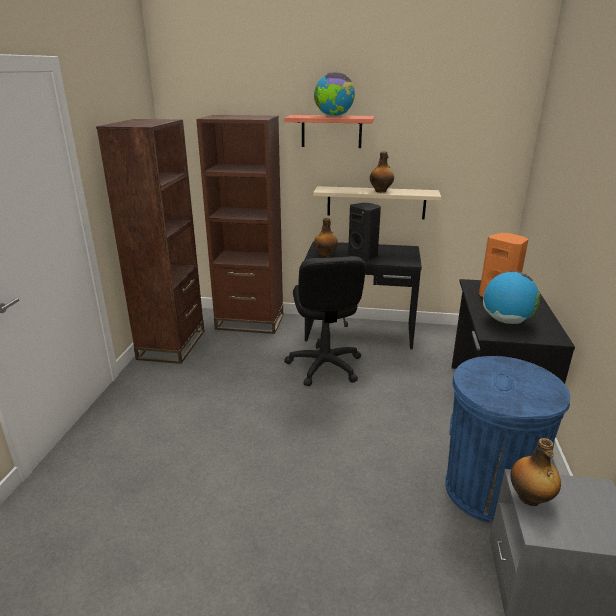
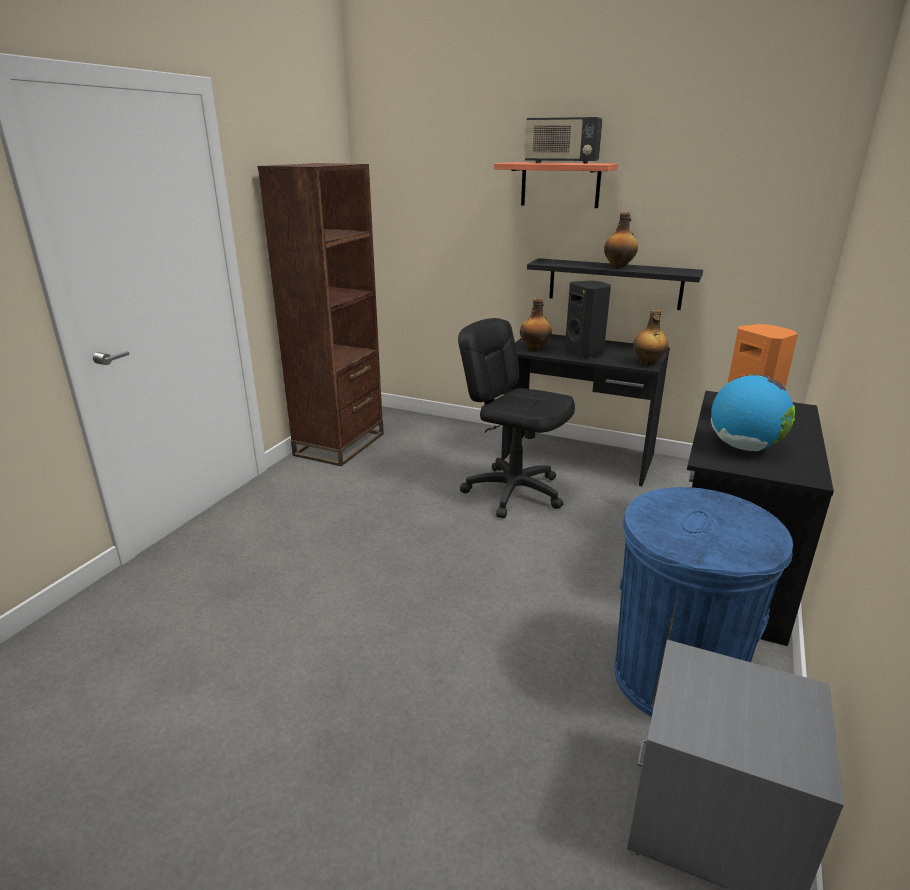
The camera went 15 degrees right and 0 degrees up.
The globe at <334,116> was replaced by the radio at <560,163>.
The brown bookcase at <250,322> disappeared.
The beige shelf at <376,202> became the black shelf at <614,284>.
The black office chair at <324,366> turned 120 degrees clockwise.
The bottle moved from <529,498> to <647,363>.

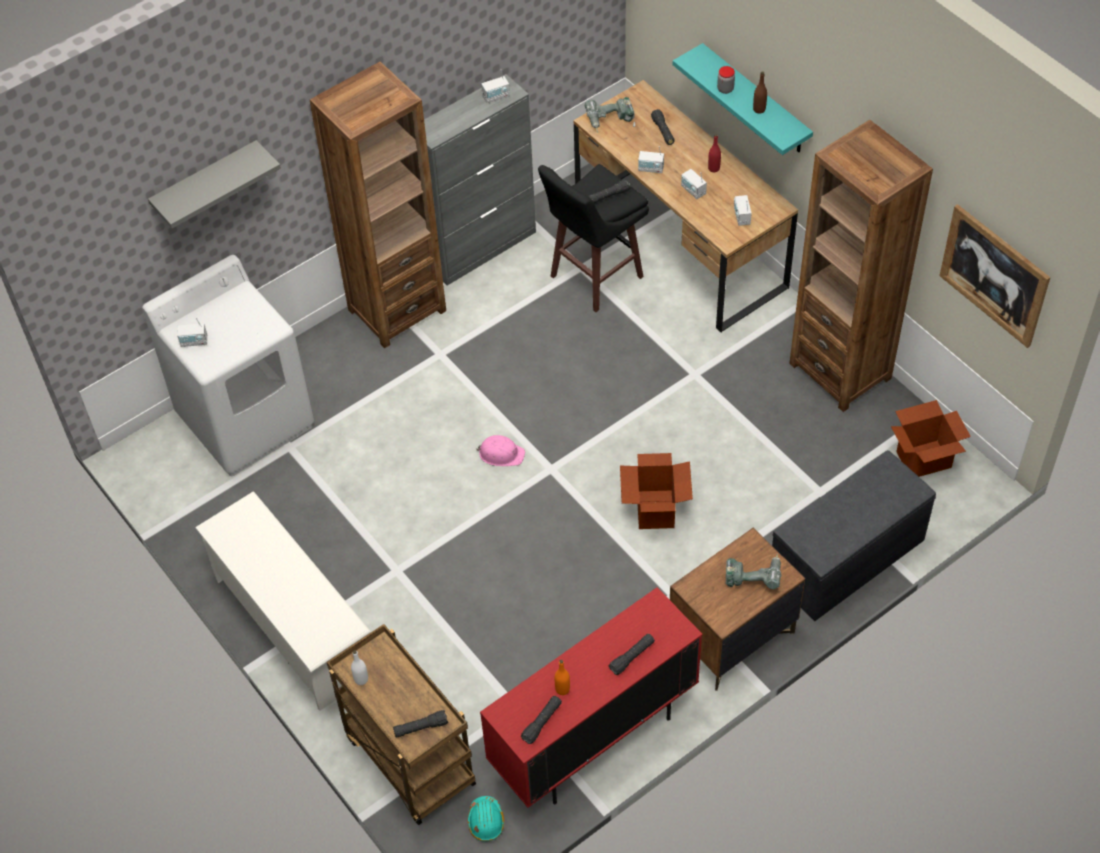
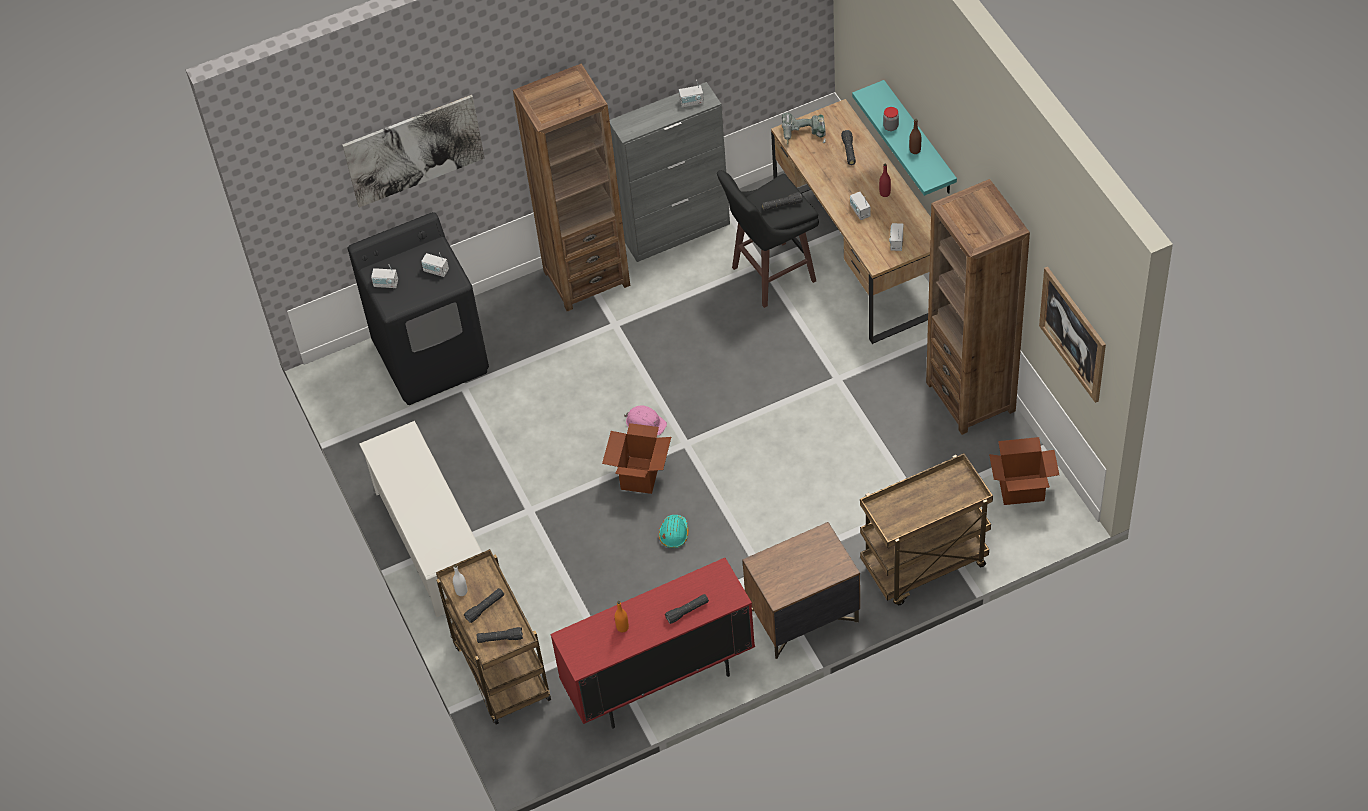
The camera went 15 degrees right and 0 degrees up.
The grey shelf at <206,183> was replaced by the picture at <414,150>.
The radio moved from <651,169> to <436,271>.
The white washing machine at <246,420> became the black washing machine at <432,357>.
The grey bench at <846,559> was replaced by the brown cart at <924,566>.
The cardboard box moved from <655,509> to <640,475>.
The power drill at <753,576> disappeared.
The black flashlight moved from <542,722> to <485,608>.
The turquoise hard hat moved from <486,821> to <674,534>.

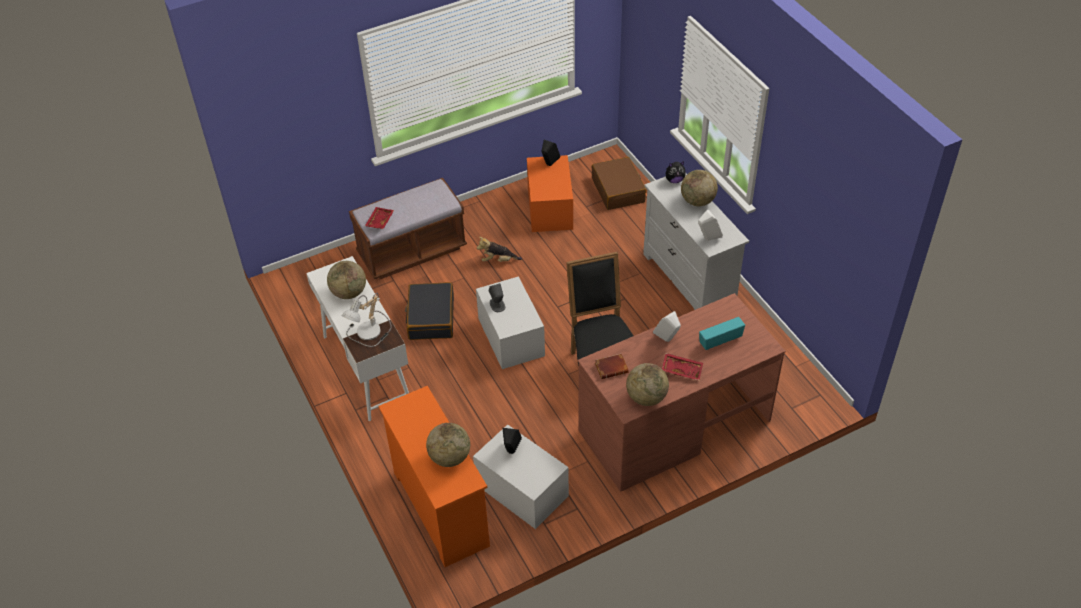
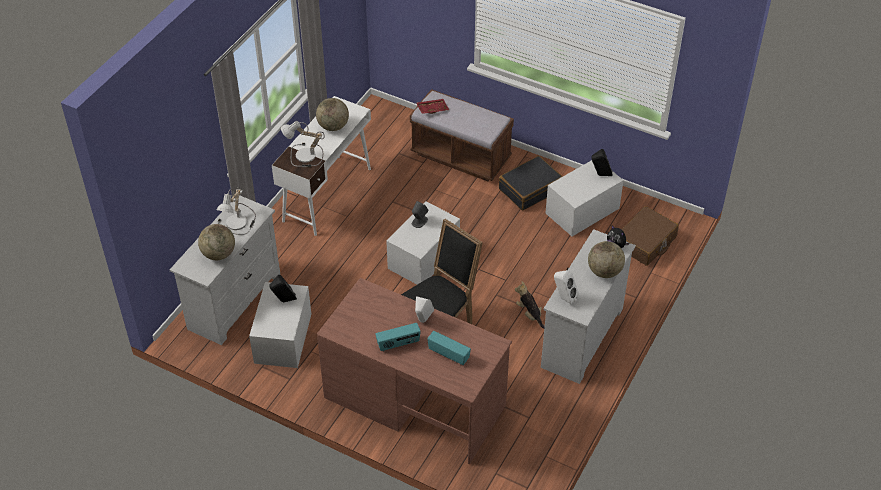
The camera went 55 degrees right and 0 degrees up.
The orange storage box at <550,208> became the white storage box at <582,210>.
The plush toy moved from <498,260> to <530,314>.
The black suitcase moved from <431,318> to <530,189>.
The red tray at <682,369> was replaced by the radio at <398,344>.
The brown book at <612,367> disappeared.
The globe at <646,397> disappeared.
The orange dresser at <440,508> became the white dresser at <235,300>.
The table lamp at <238,224> appeared.

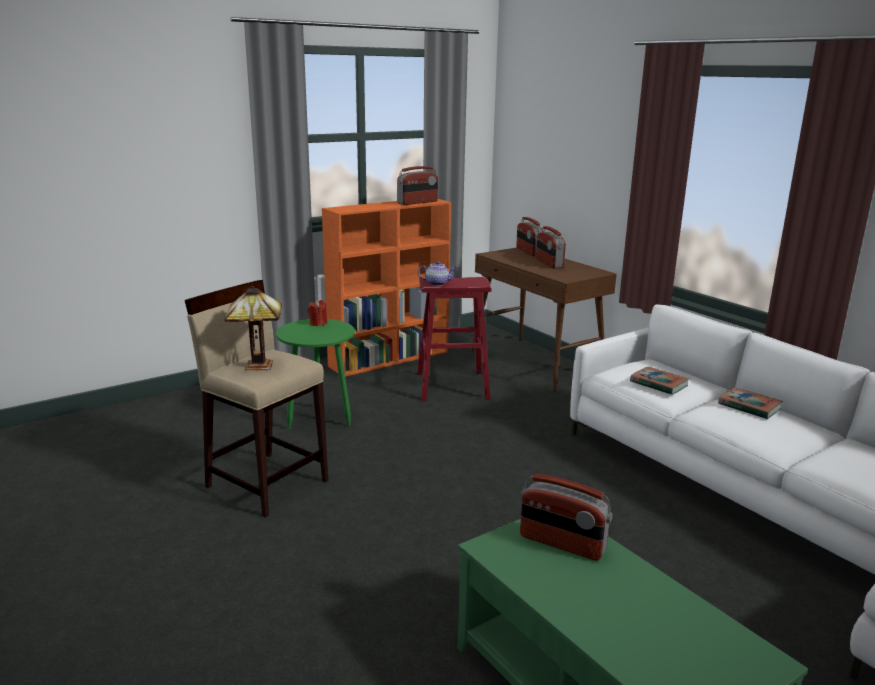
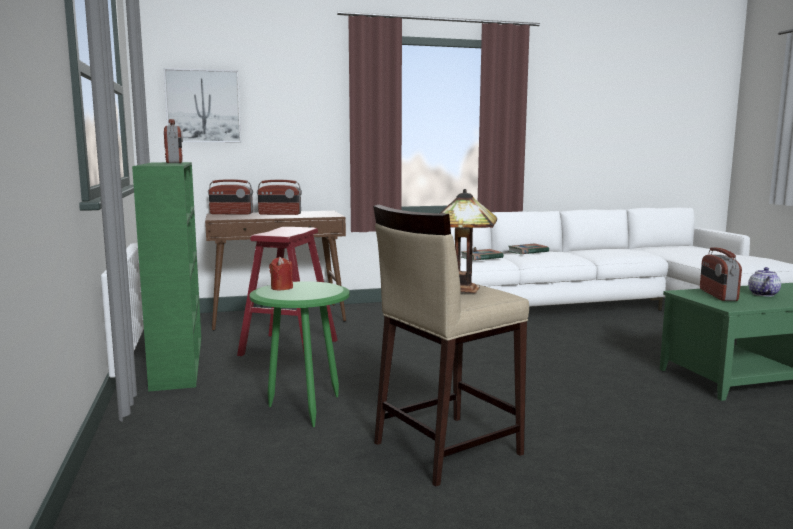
The camera went 70 degrees left and 10 degrees down.
The orange bookcase at <390,358> became the green bookcase at <177,361>.
The teapot moved from <437,283> to <762,294>.
The radio at <562,544> turned 135 degrees clockwise.
The picture at <203,106> appeared.

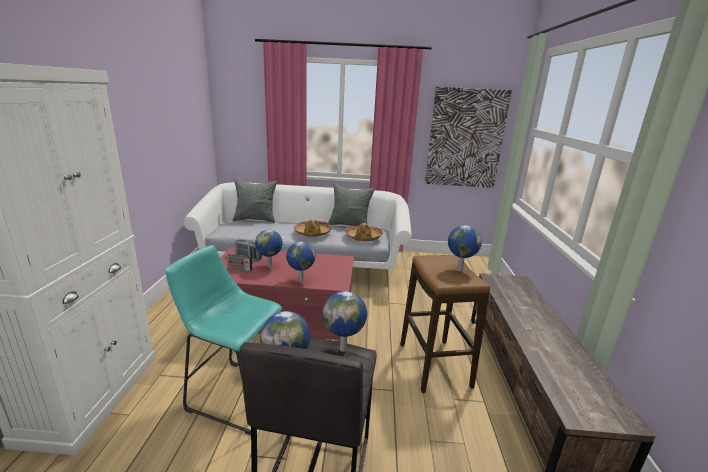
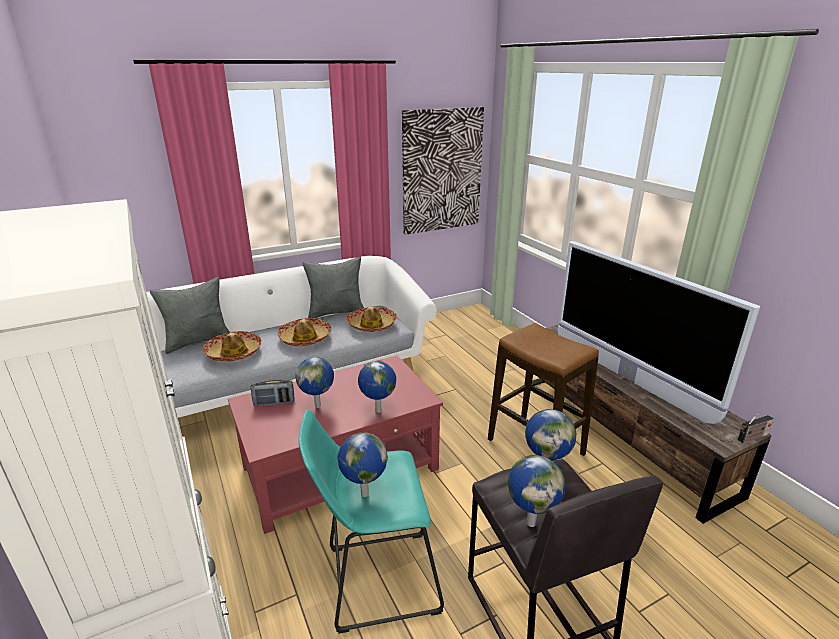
The camera went 30 degrees left and 5 degrees up.
The globe moved from <459,269> to <363,494>.
The radio moved from <238,269> to <751,438>.
The television at <627,378> appeared.
The hat at <234,353> appeared.

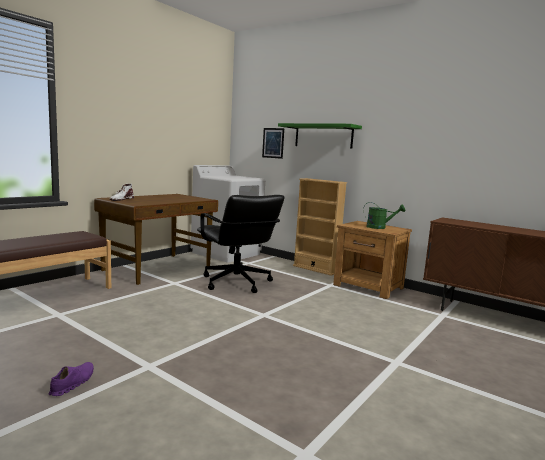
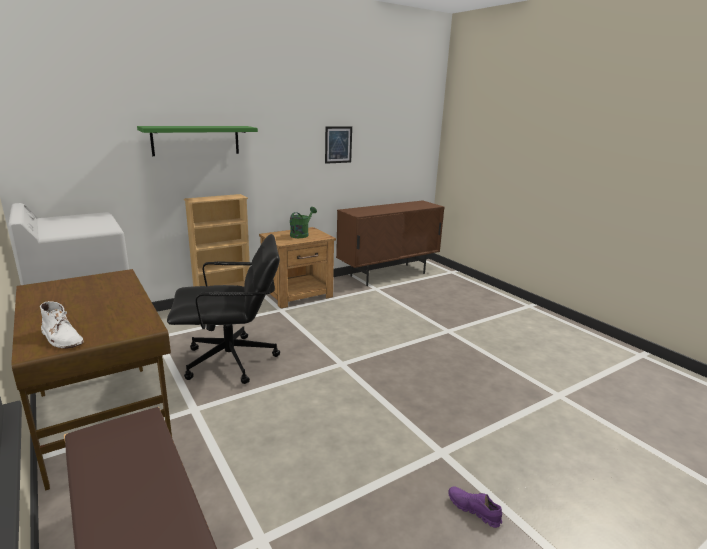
The camera went 70 degrees left and 10 degrees up.
The picture moved from <273,143> to <338,144>.

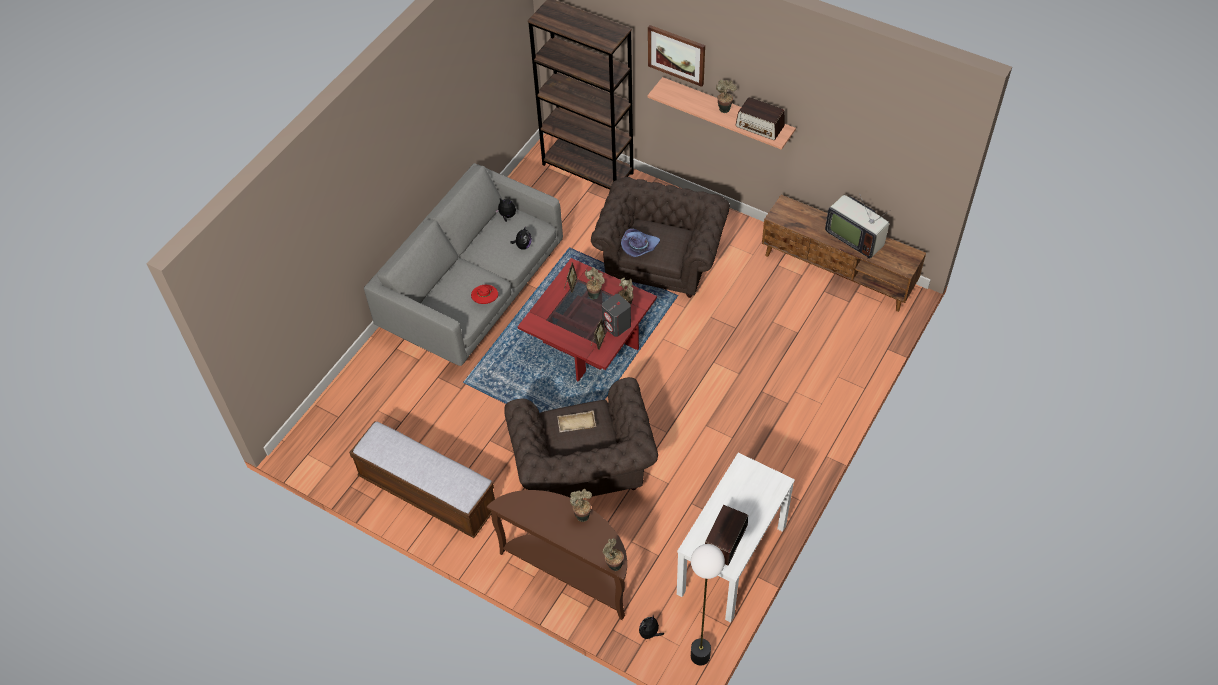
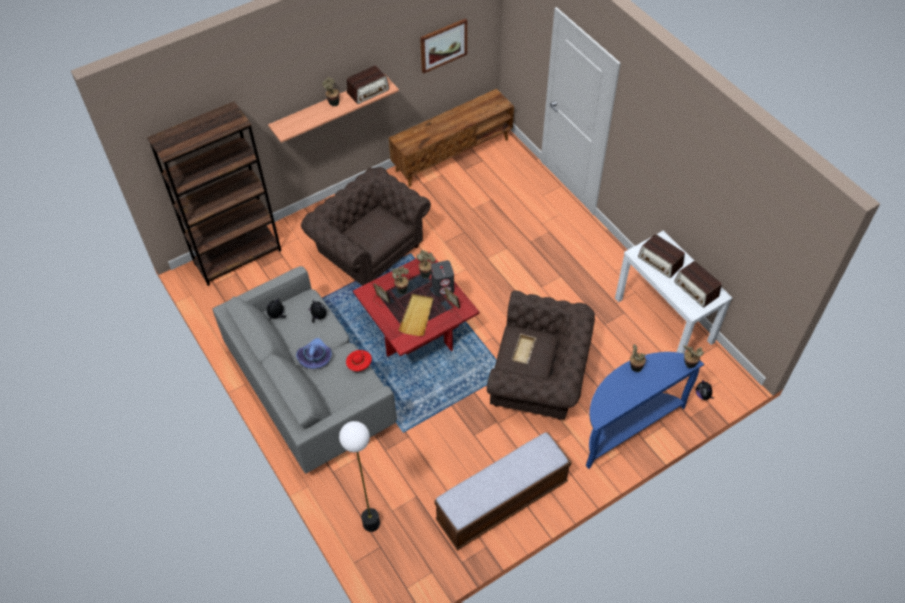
The camera went 65 degrees left and 0 degrees up.
The picture moved from <676,54> to <443,45>.
The television at <855,237> disappeared.
The purple hat moved from <639,247> to <315,357>.
The brown console table at <570,571> became the blue console table at <626,425>.
The floor lamp moved from <700,655> to <371,523>.
The radio at <660,262> appeared.
The beige tray at <417,316> appeared.

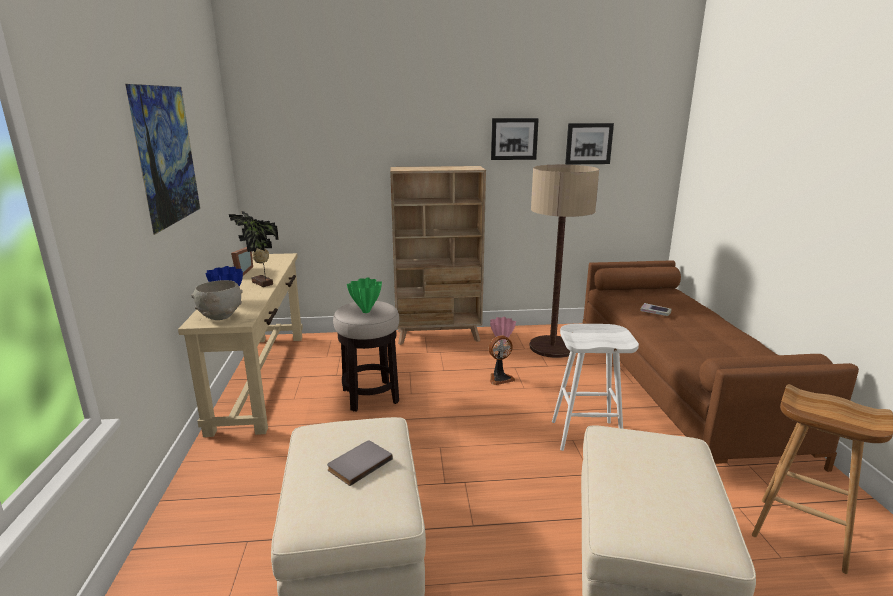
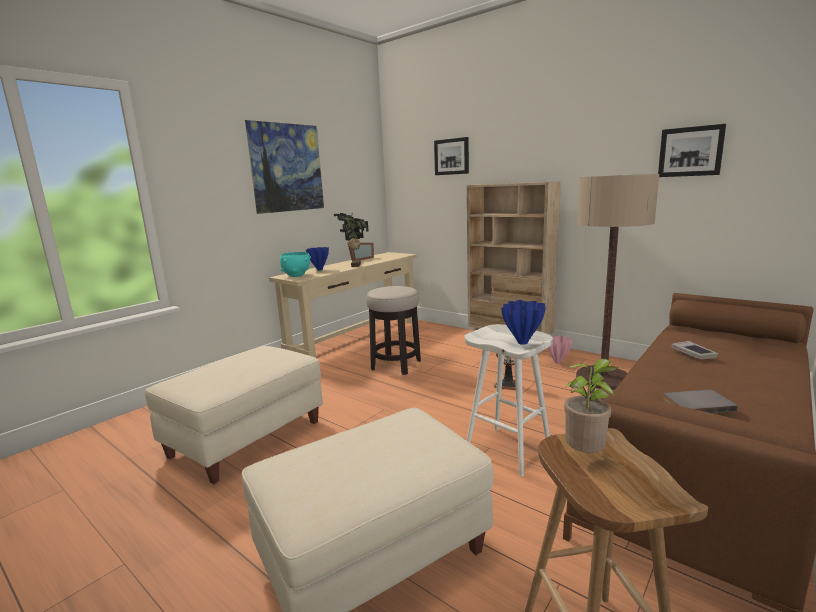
The camera went 45 degrees right and 5 degrees down.
The picture moved from <514,139> to <452,156>.
The green vase at <366,312> disappeared.
The grey bowl at <221,317> became the turquoise bowl at <296,276>.
The grey book moved from <358,463> to <696,404>.
The blue vase at <523,342> appeared.
The potted plant at <586,455> appeared.

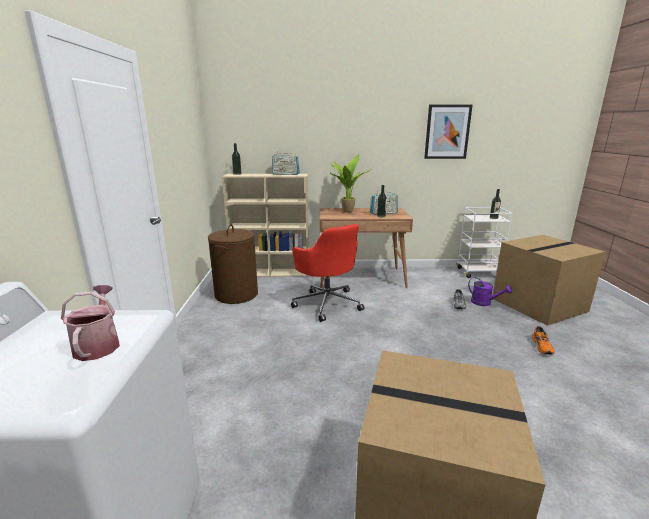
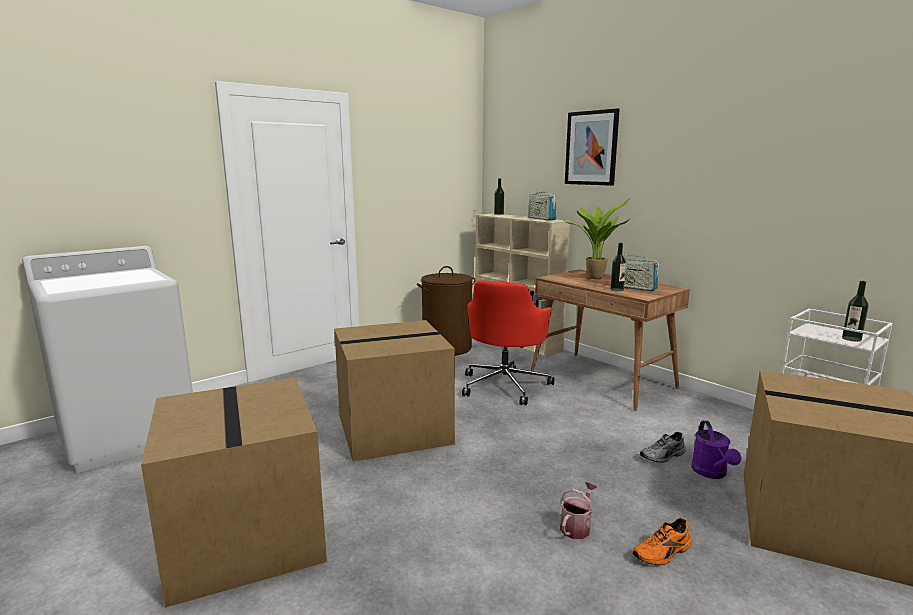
The camera went 50 degrees right and 5 degrees down.
The picture moved from <447,132> to <591,148>.
The watering can moved from <98,344> to <577,526>.
The cardboard box at <395,428> appeared.

